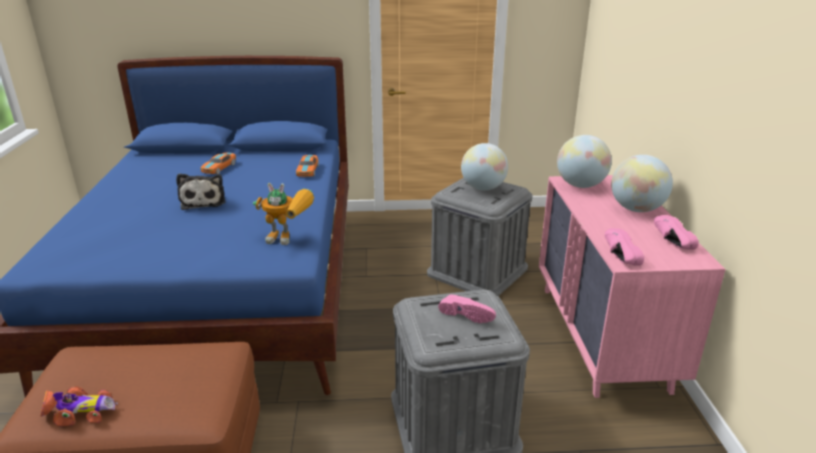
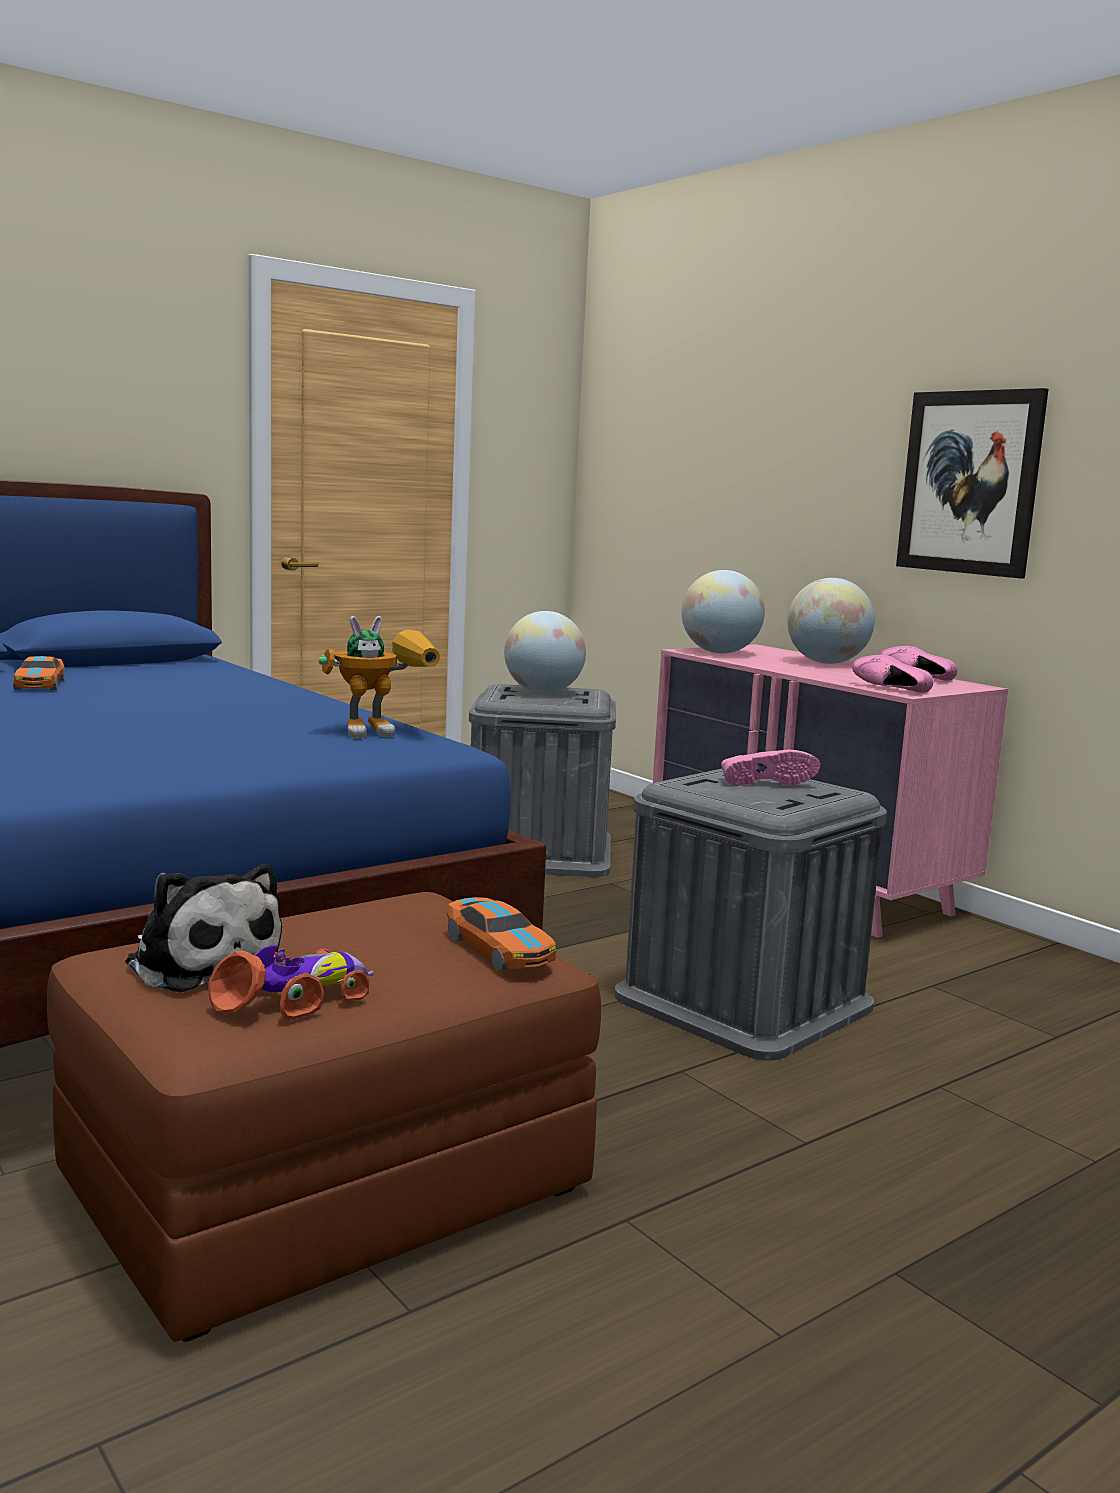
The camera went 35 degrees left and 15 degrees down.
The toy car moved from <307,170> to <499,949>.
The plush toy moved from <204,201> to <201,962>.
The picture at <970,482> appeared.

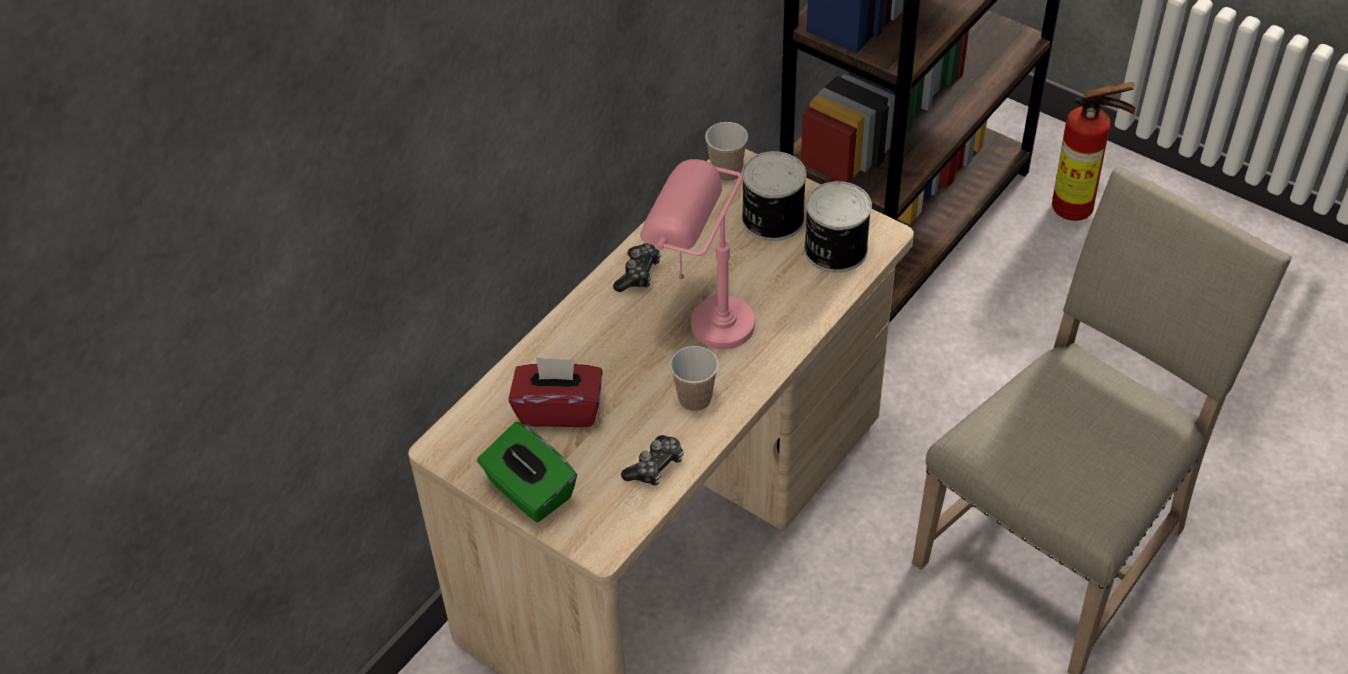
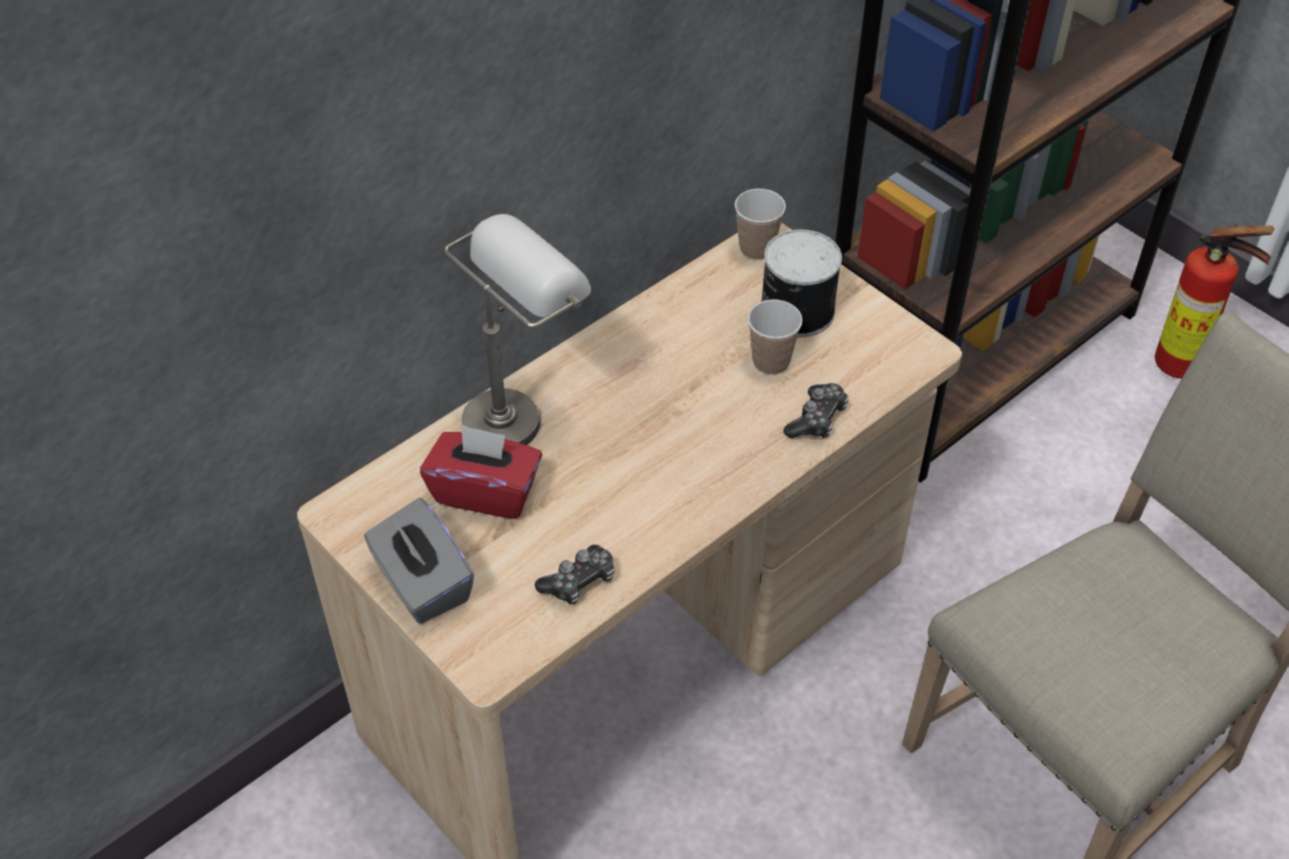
The camera went 10 degrees right and 0 degrees up.
The pink table lamp at <700,321> disappeared.
The can at <834,250> disappeared.
The game controller moved from <638,274> to <817,419>.
The cup moved from <695,399> to <771,362>.
The green tissue box at <529,491> became the grey tissue box at <422,584>.
The grey table lamp at <521,409> appeared.

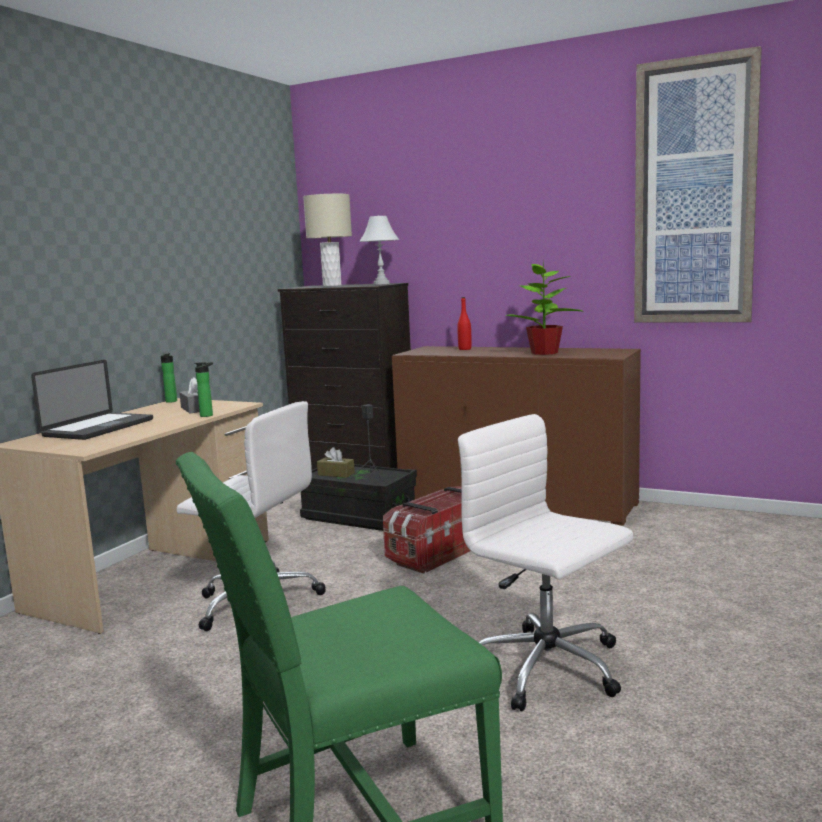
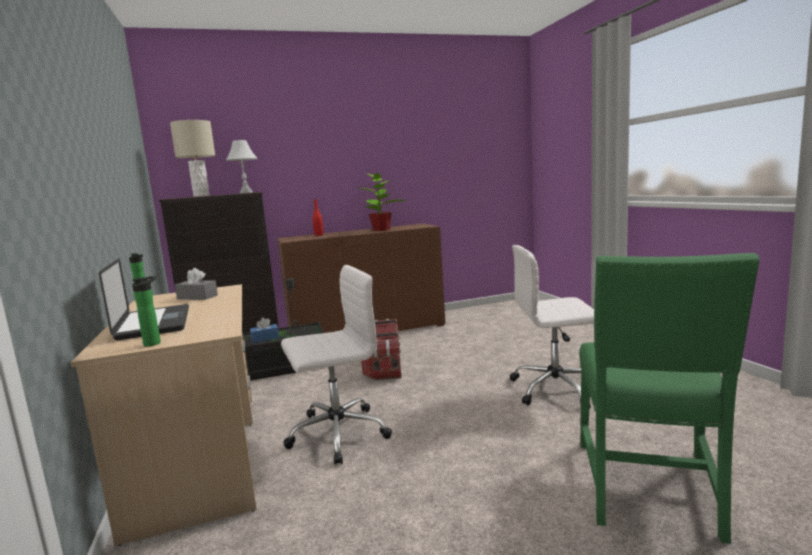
The camera went 45 degrees left and 0 degrees up.
The picture at <694,193> disappeared.
The bottle moved from <208,415> to <154,343>.
The brown tissue box at <336,474> became the blue tissue box at <265,338>.

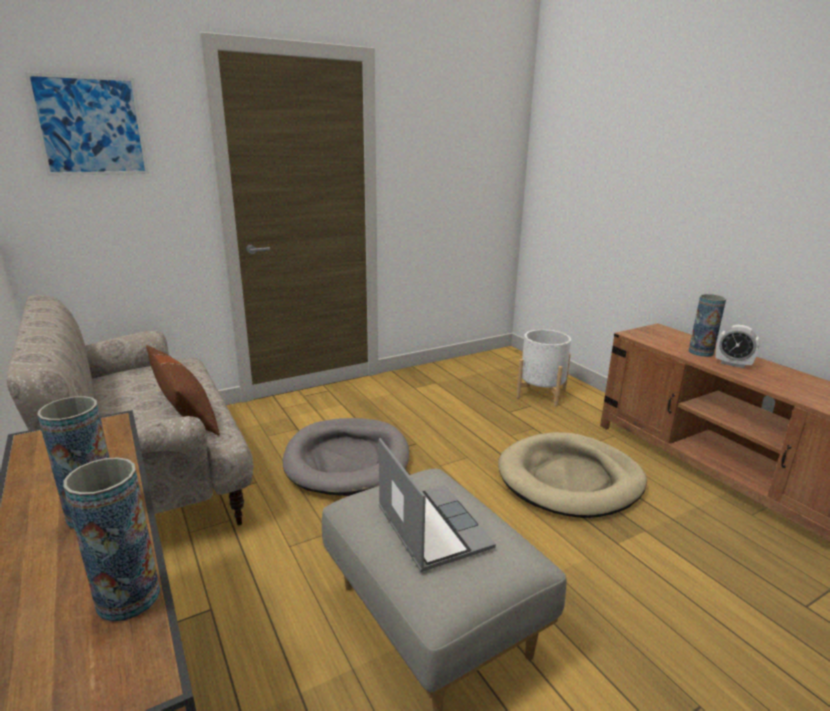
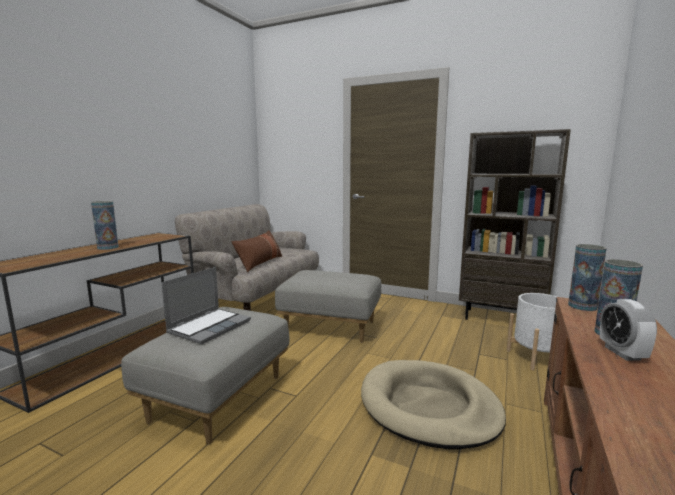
The camera went 55 degrees right and 10 degrees down.
The picture at <91,126> disappeared.
The grey dog bed at <347,460> was replaced by the grey ottoman at <331,327>.
The vase moved from <128,598> to <582,306>.
The brown bookcase at <500,319> appeared.

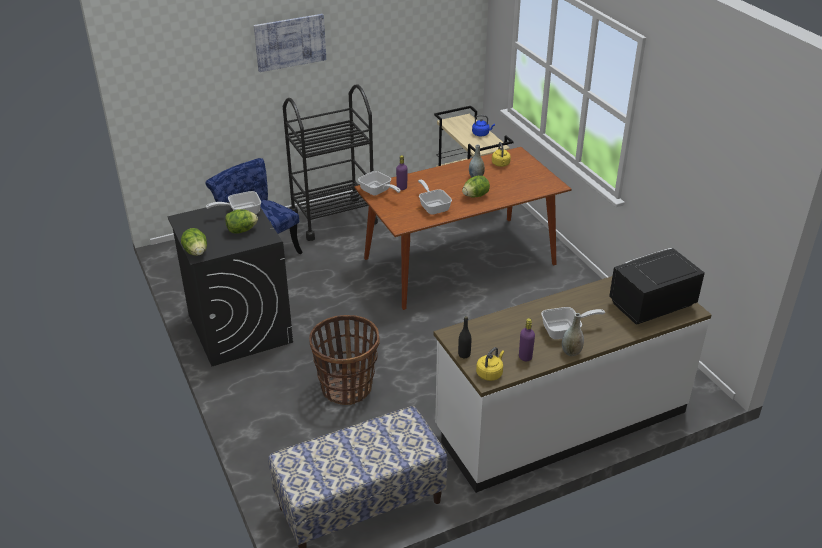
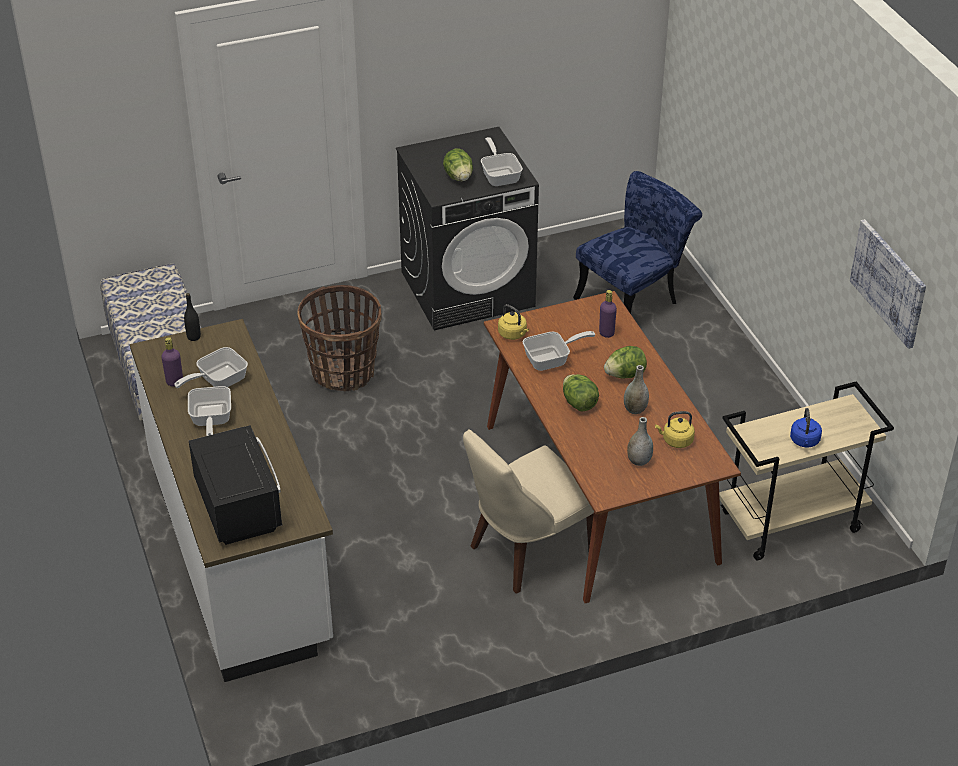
The camera went 95 degrees right and 5 degrees up.
The picture moved from <290,42> to <889,282>.
The black cart at <333,218> disappeared.
The frying pan moved from <377,192> to <217,381>.
The lettuce moved from <196,252> to <625,374>.
The grey vase moved from <571,352> to <639,461>.
The yellow kettle moved from <490,373> to <513,334>.
The beige chair at <526,551> appeared.

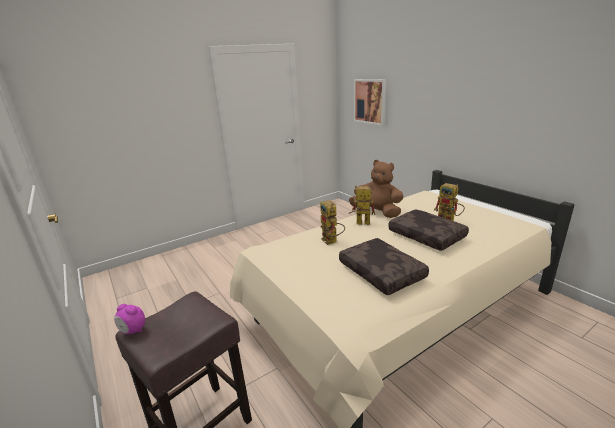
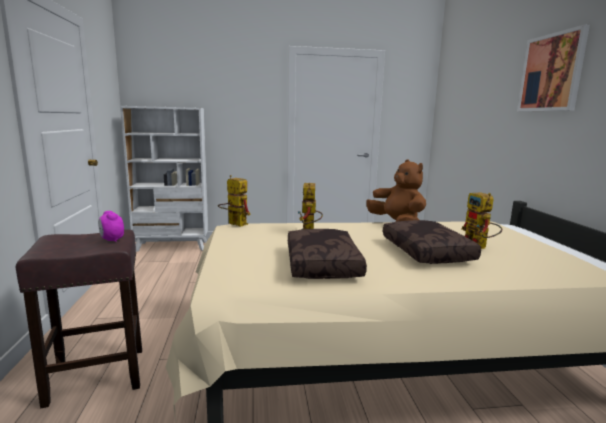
The camera went 25 degrees right and 10 degrees down.
The picture moved from <369,101> to <551,73>.
The toy robot moved from <359,223> to <233,223>.
The alarm clock moved from <133,331> to <112,240>.
The white bookcase at <172,246> appeared.

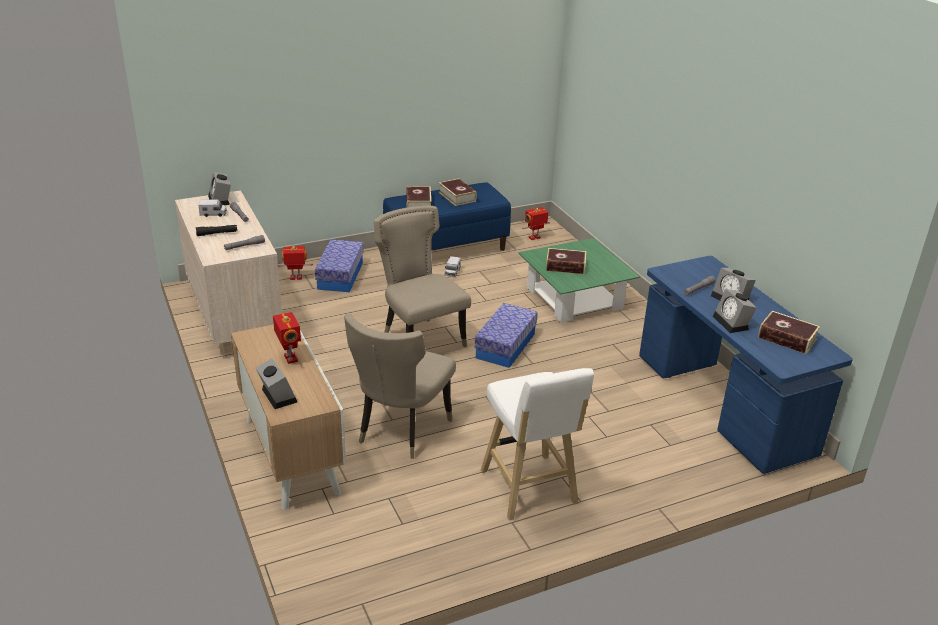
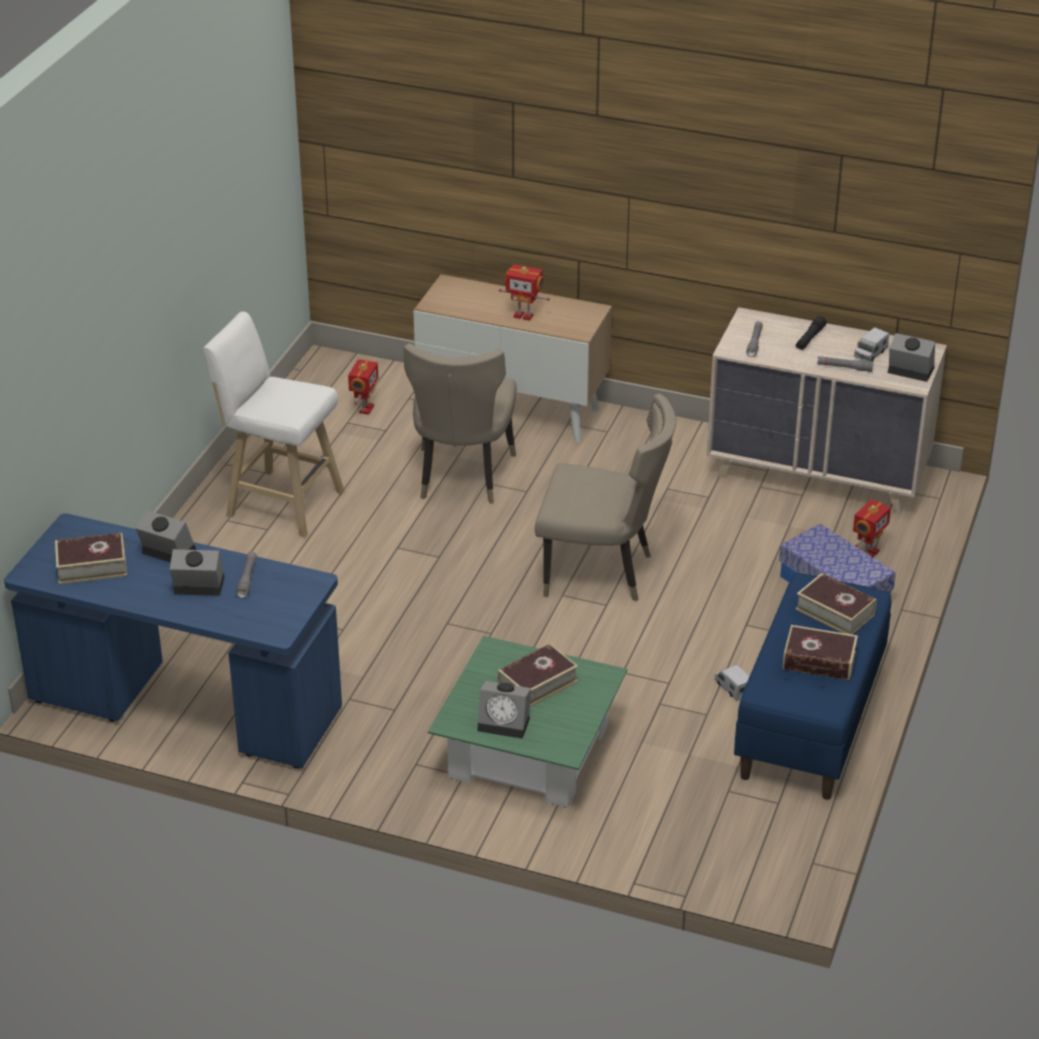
The camera went 135 degrees right and 5 degrees up.
The toy robot moved from <534,238> to <365,409>.
The storage box at <505,346> disappeared.
The beige chair at <400,431> turned 150 degrees counterclockwise.
The alarm clock moved from <277,395> to <506,723>.

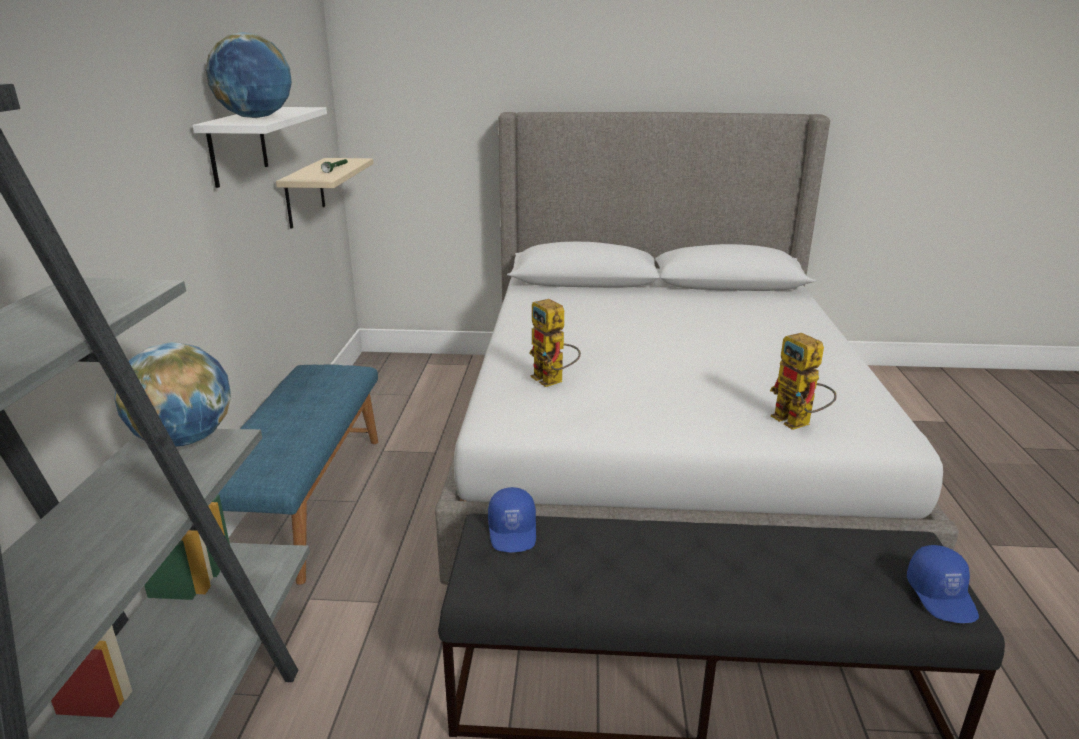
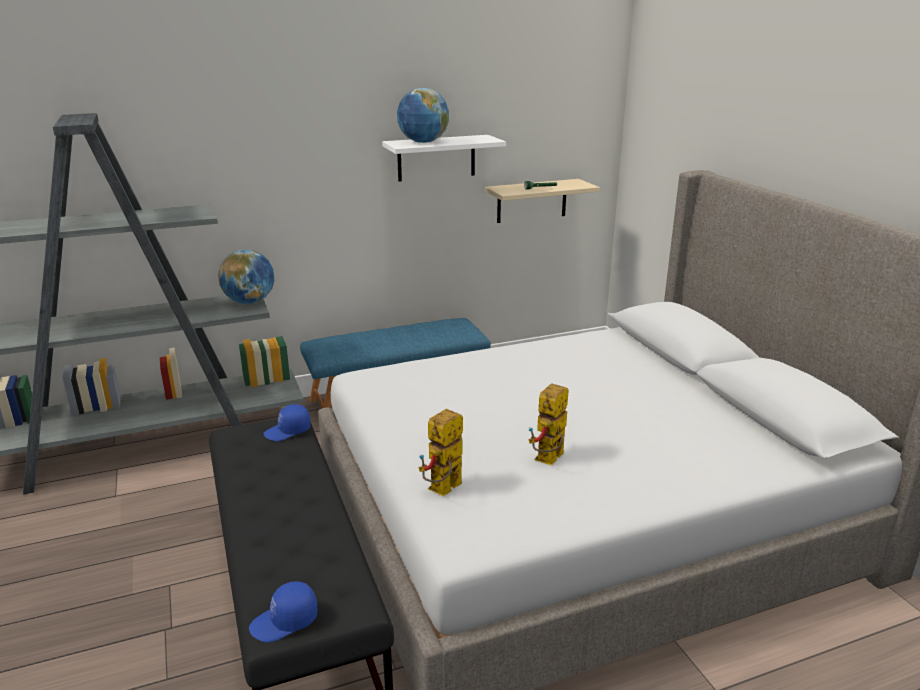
The camera went 65 degrees right and 0 degrees up.
The toy robot moved from <553,381> to <549,461>.

